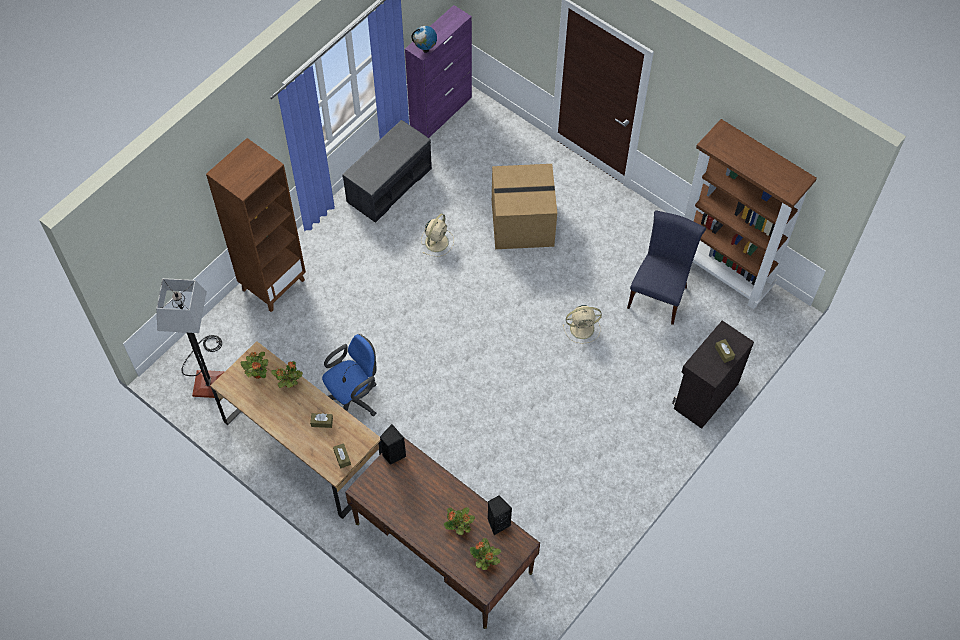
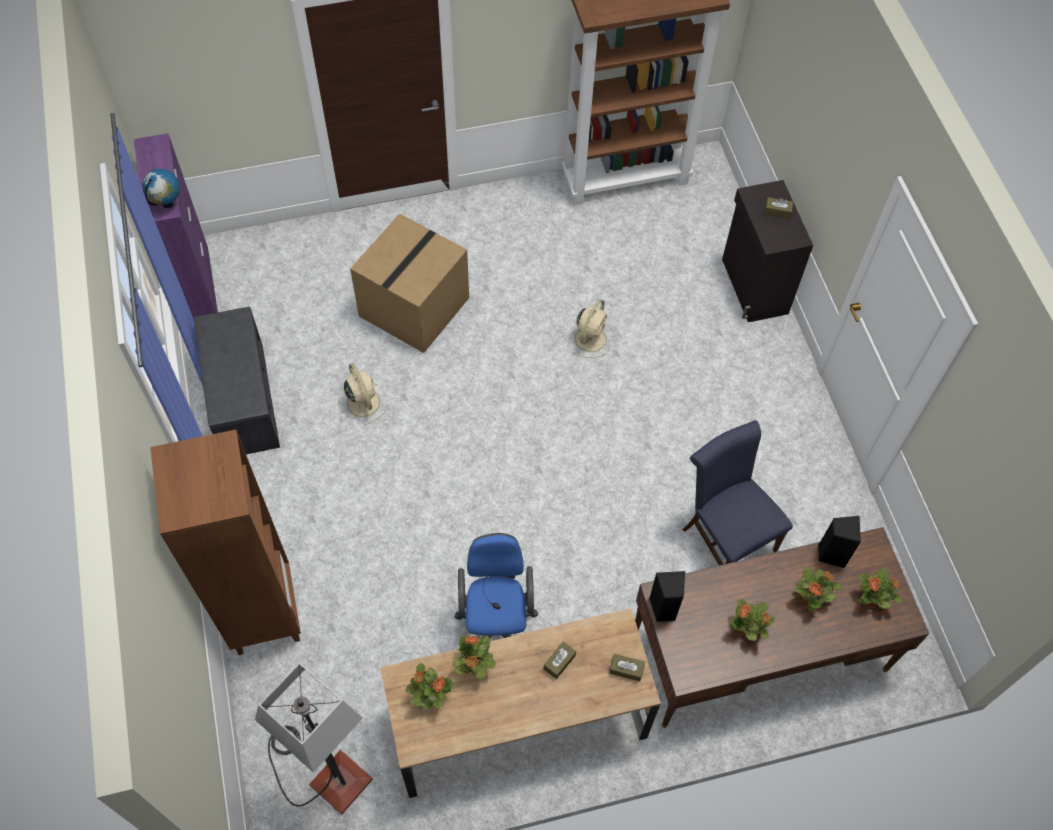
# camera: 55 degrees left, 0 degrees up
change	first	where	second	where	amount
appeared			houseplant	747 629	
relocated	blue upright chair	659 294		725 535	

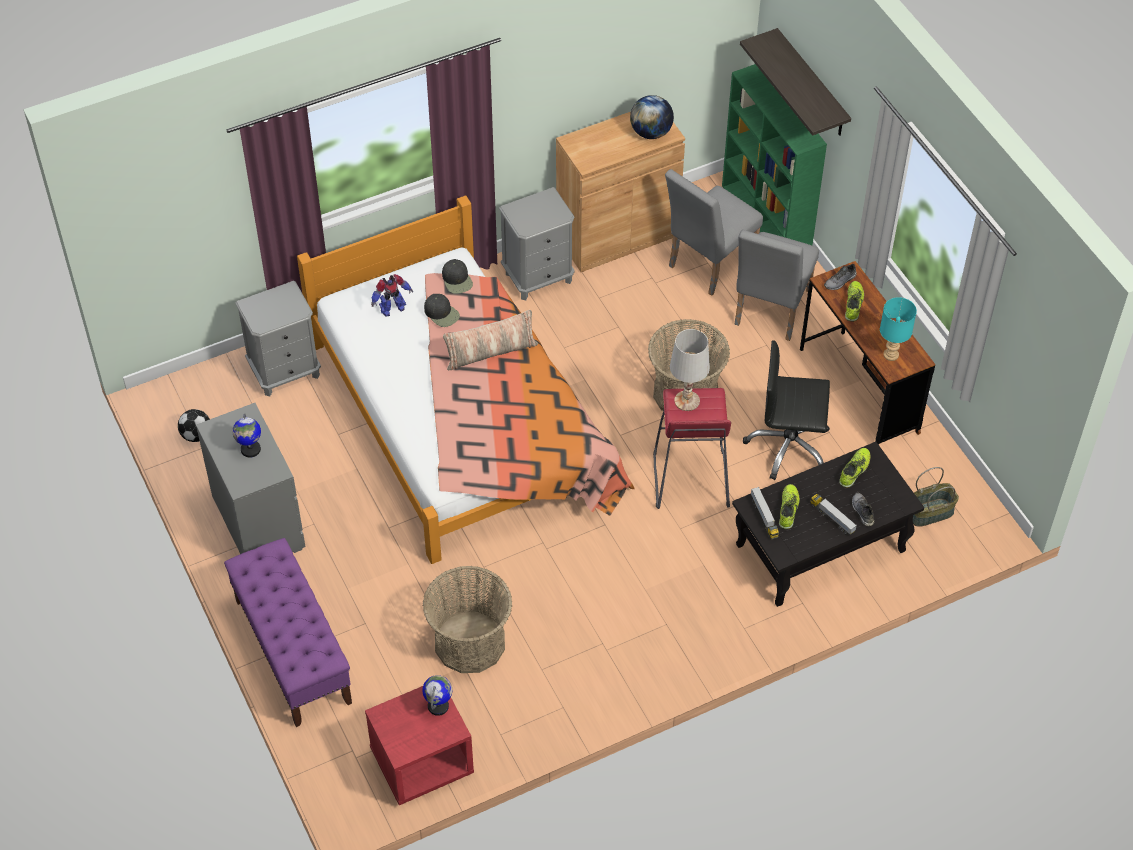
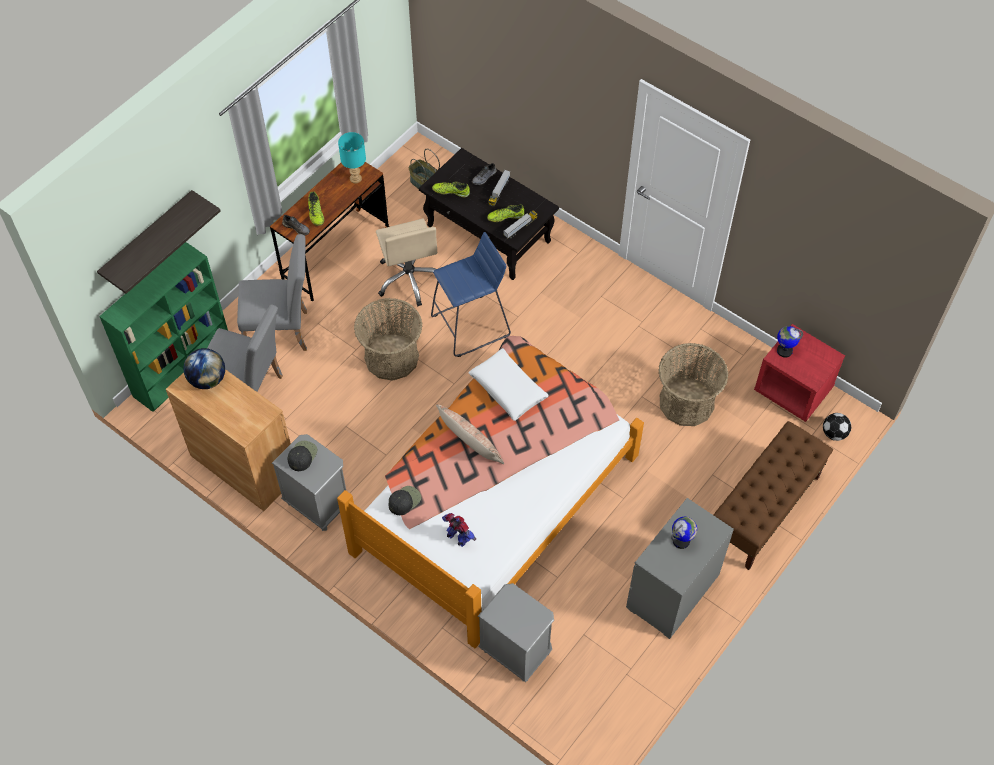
# camera: 115 degrees left, 5 degrees up
change	first	where	second	where	amount
missing	white tabletop lamp	687 401			
appeared			white throw pillow	508 389	
relocated	football	196 435		834 434	
relocated	black baseball cap	442 313		302 456	
colour	purple-coloured bench	292 651	brown-coloured bench	764 510	
colour	red stool	690 479	blue stool	471 326	
colour	black computer chair	788 446	beige-coloured computer chair	410 278	
spun	item of footwear	853 304		316 213	90 degrees counterclockwise

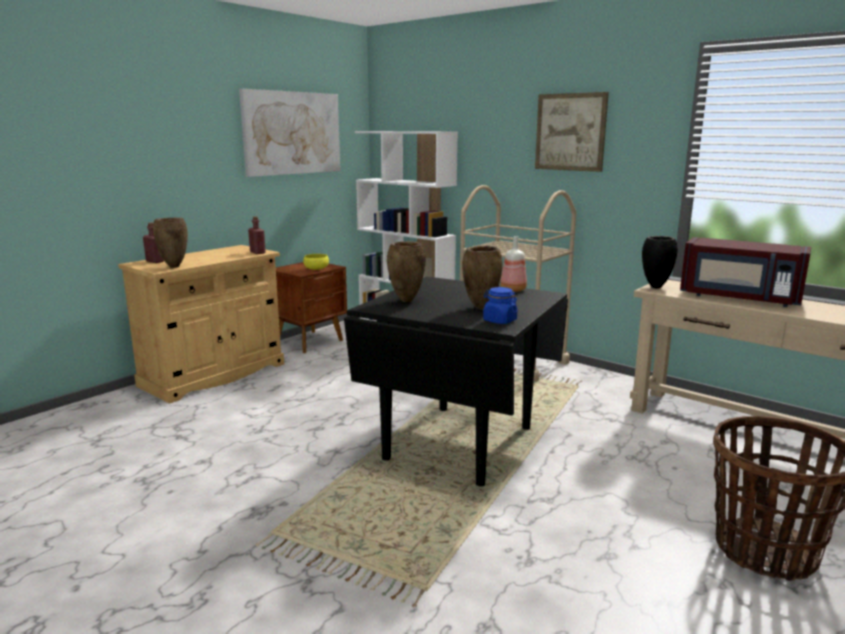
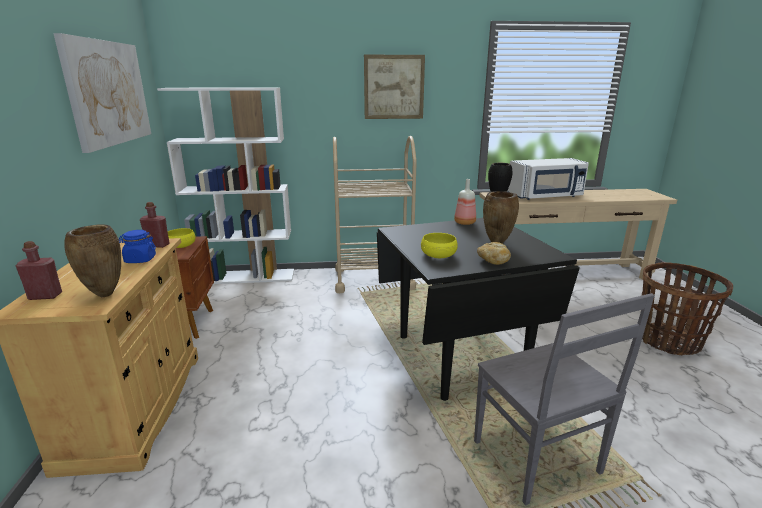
# camera: 45 degrees left, 5 degrees up
change	first	where	second	where	amount
appeared			gray upright chair	538 460	
appeared			bread	493 261	
relocated	blue storage jar	499 321		140 260	
exchanged	brown-coloured vase	405 301	yellow-coloured deep dish	438 255	
colour	red microwave oven	739 298	white microwave oven	546 196	

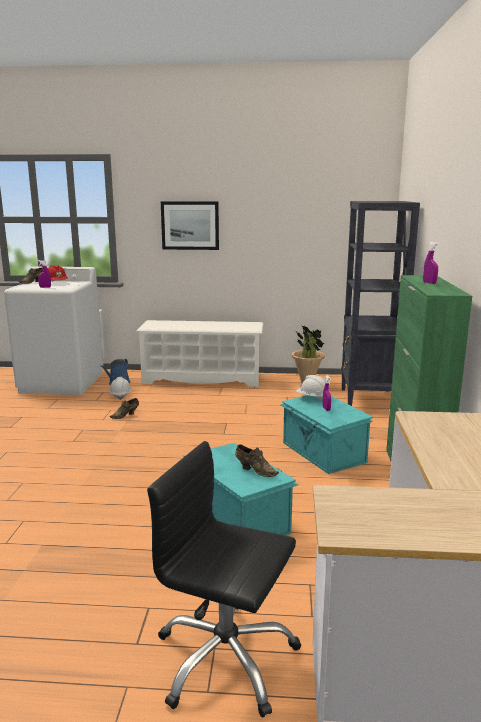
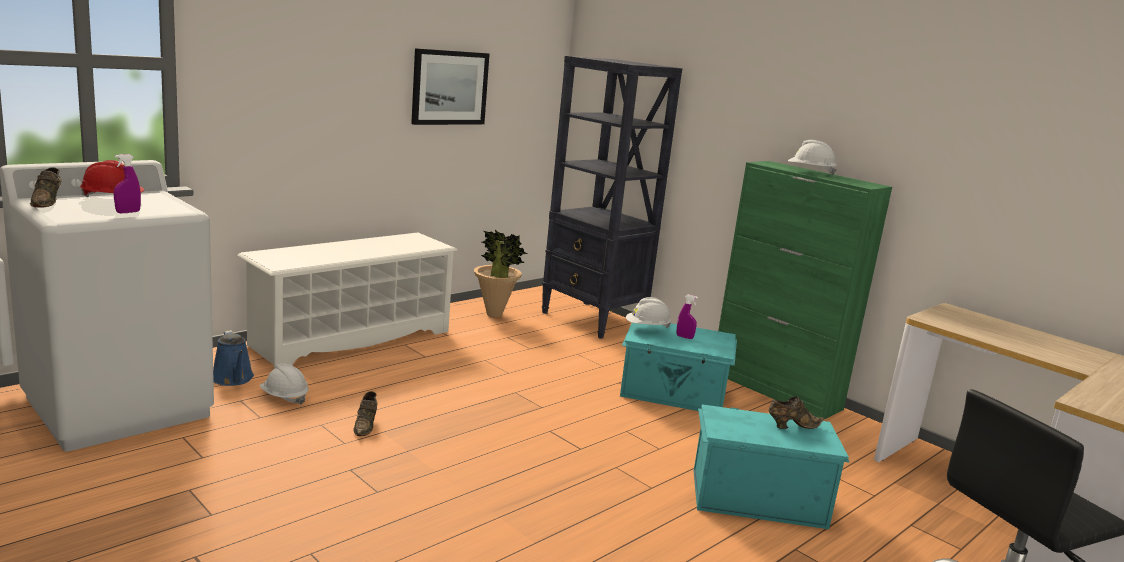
# camera: 50 degrees left, 0 degrees up
change	first	where	second	where	amount
relocated	wall picture	190 225		449 87	
exchanged	purple-coloured hand sprayer	429 283	white safety helmet	810 172	

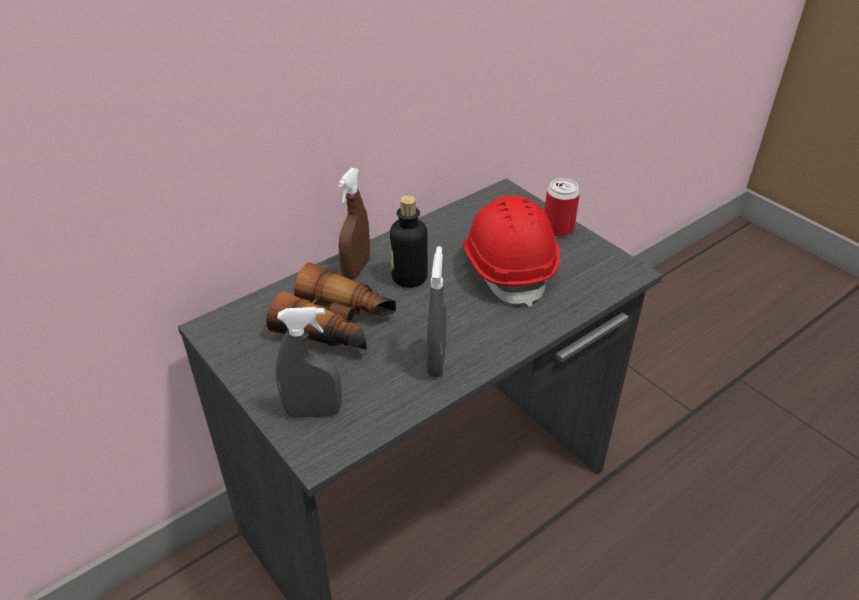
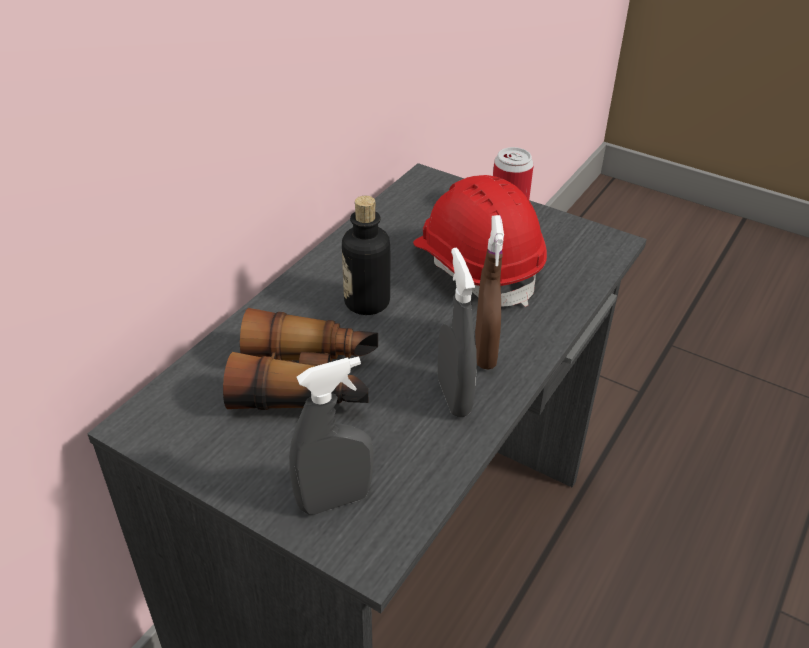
# camera: 20 degrees left, 0 degrees up
change	first	where	second	where	amount
relocated	brown-coloured hand sprayer	356 269		485 352	

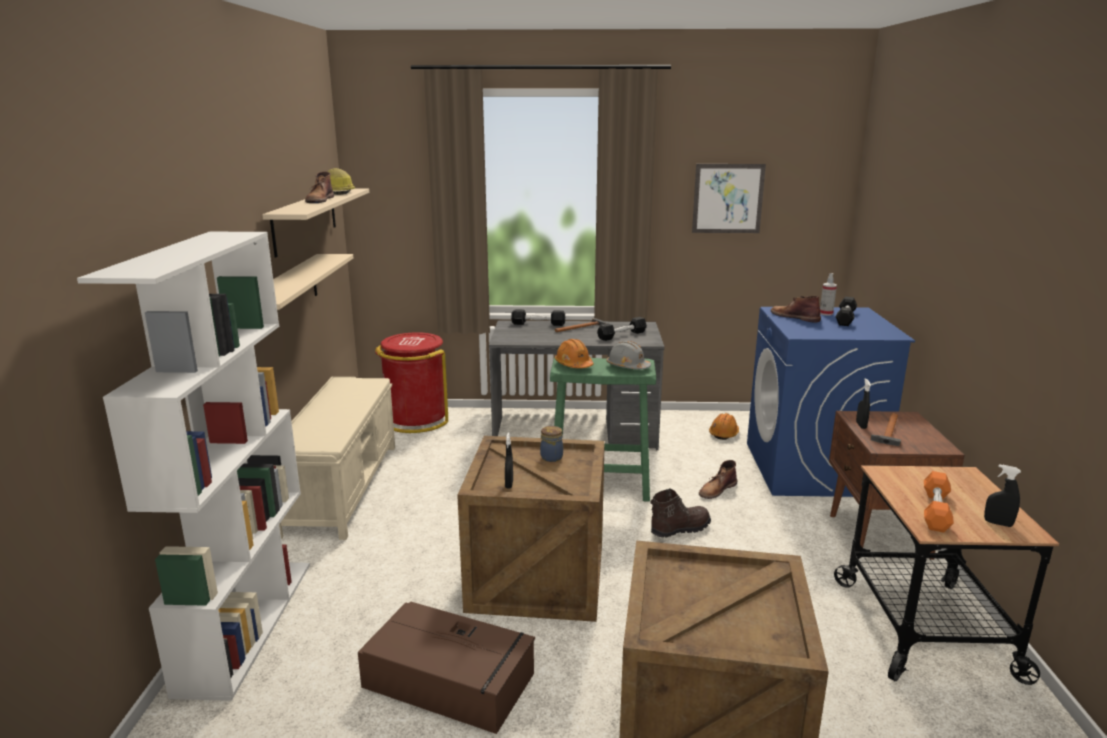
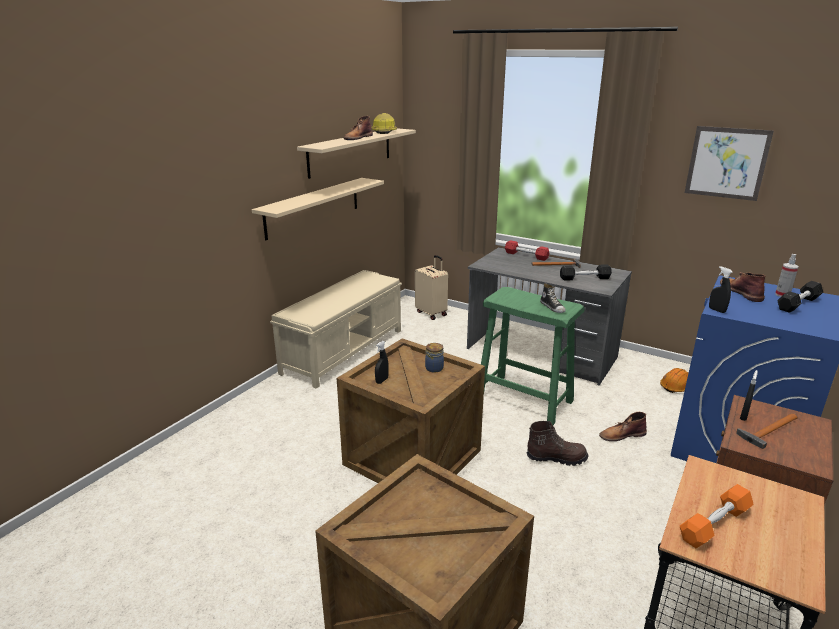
# camera: 30 degrees right, 5 degrees up
change	first	where	second	where	amount
missing	white bookshelf	247 623			
missing	brown-coloured storage box	451 681			
missing	orangey safety helmet	574 365			
relocated	black hand sprayer	998 523		716 310	
exchanged	red trash can	415 419	beige-coloured suitcase	432 313	
exchanged	gray safety helmet	627 367	item of footwear	552 307	
colour	black free weight	538 324	red free weight	526 256	

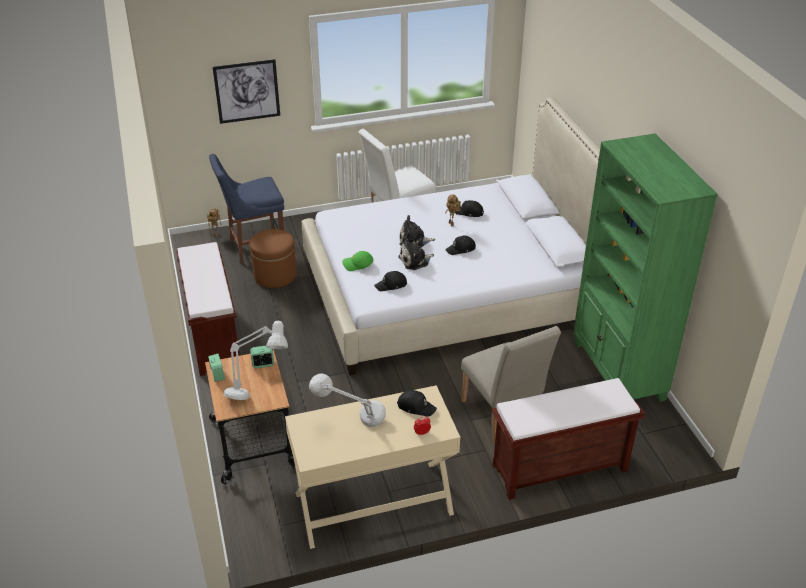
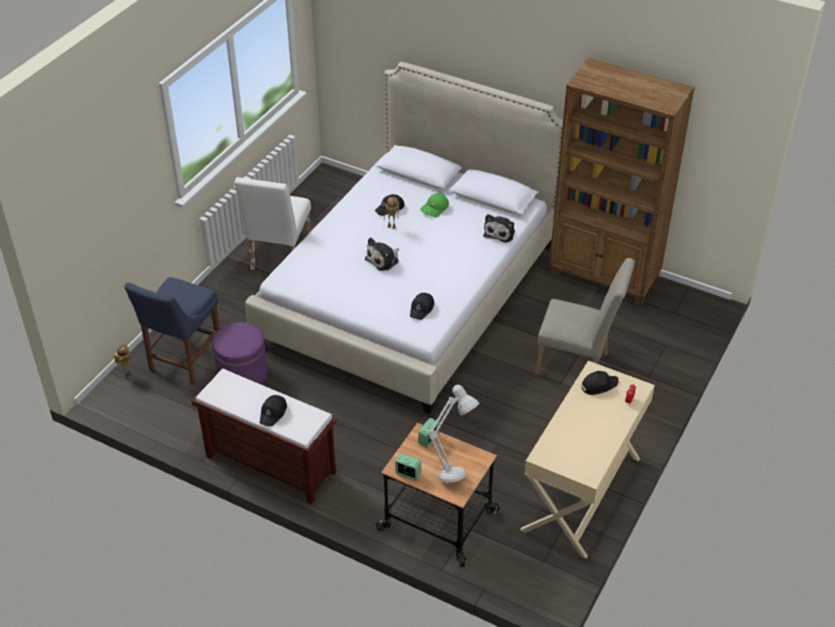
# camera: 45 degrees left, 5 degrees up
change	first	where	second	where	amount
missing	wall picture	247 91			
missing	gray tabletop lamp	350 427			
missing	brown-coloured bench	558 469			
relocated	greenish baseball cap	357 265		434 209	
relocated	soft toy	415 261		500 232	
relocated	black baseball cap	461 249		273 413	
colour	brown-coloured ottoman	275 275	purple-coloured ottoman	242 374	
colour	greenish bookshelf	618 371	brown-coloured bookshelf	604 277	

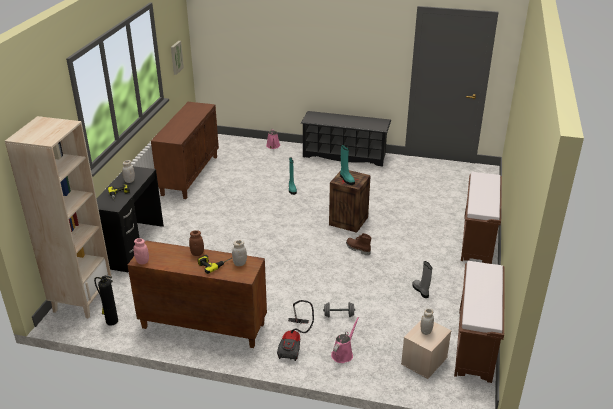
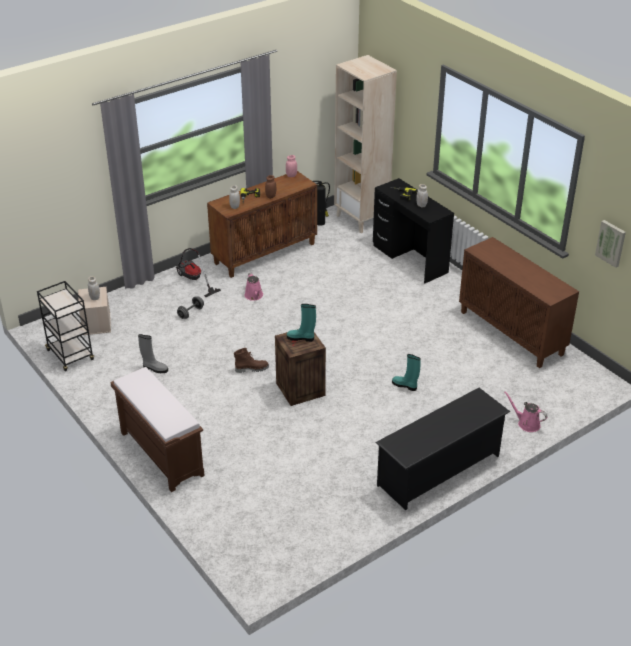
# camera: 130 degrees right, 5 degrees up
change	first	where	second	where	amount
relocated	pink watering can	343 353		254 296	
exchanged	brown-coloured bench	475 345	black wheeled cart	70 355	

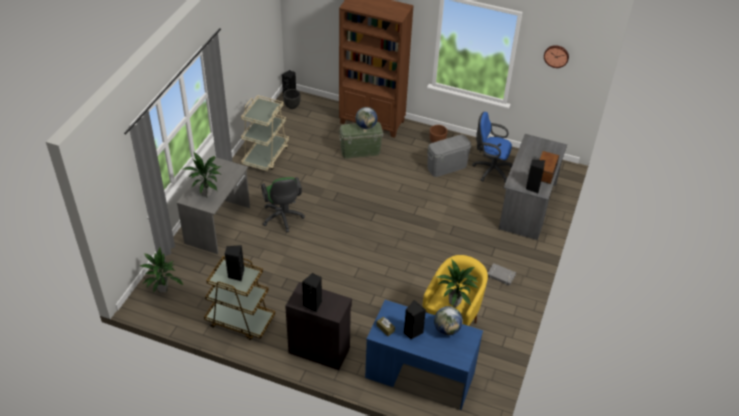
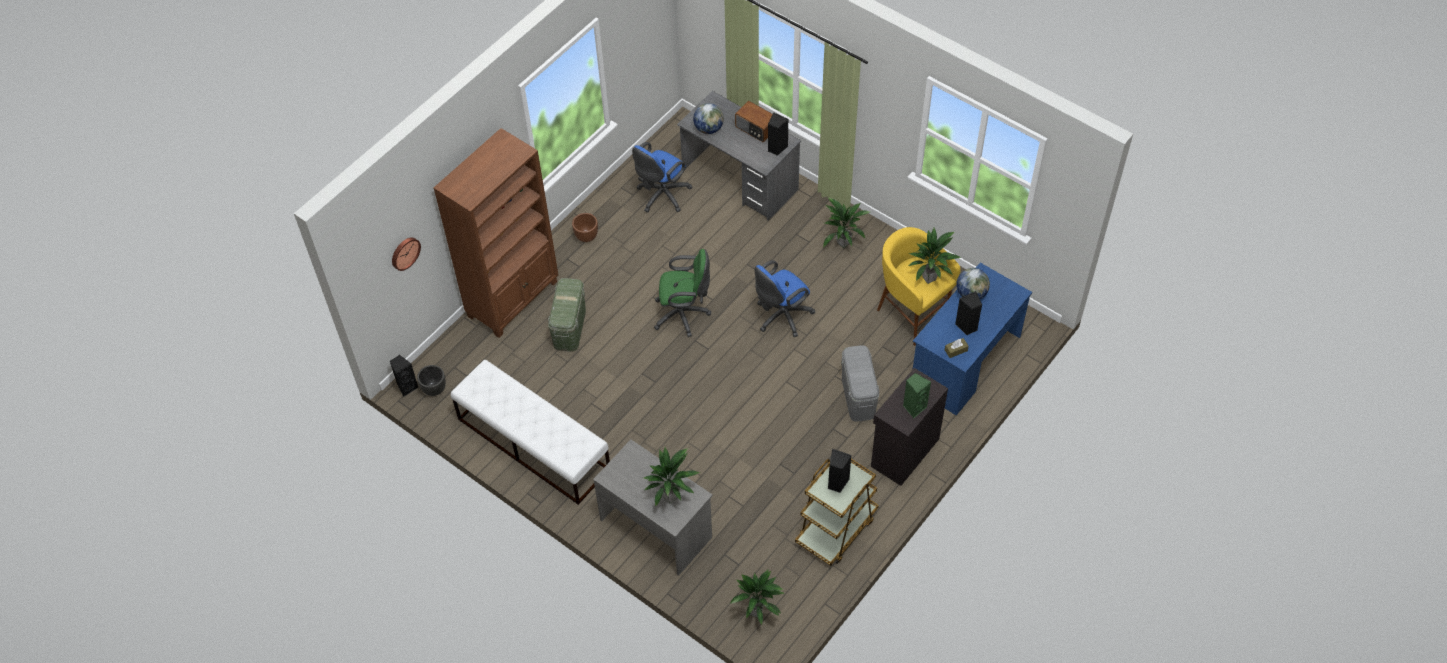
# camera: 70 degrees left, 10 degrees up
change	first	where	second	where	amount
appeared			blue computer chair	781 317	
relocated	greenish computer chair	283 219		684 314	
relocated	world globe	366 126		708 128	
relocated	gray storage box	447 167		858 396	
relocated	clock on the wall	556 56		404 253	
exchanged	beige-coloured wheeled cart	266 155	white bench	533 444	
exchanged	gray volume	501 276	houseplant	843 242	
colour	black loudspeaker	313 304	greenish loudspeaker	914 407	

